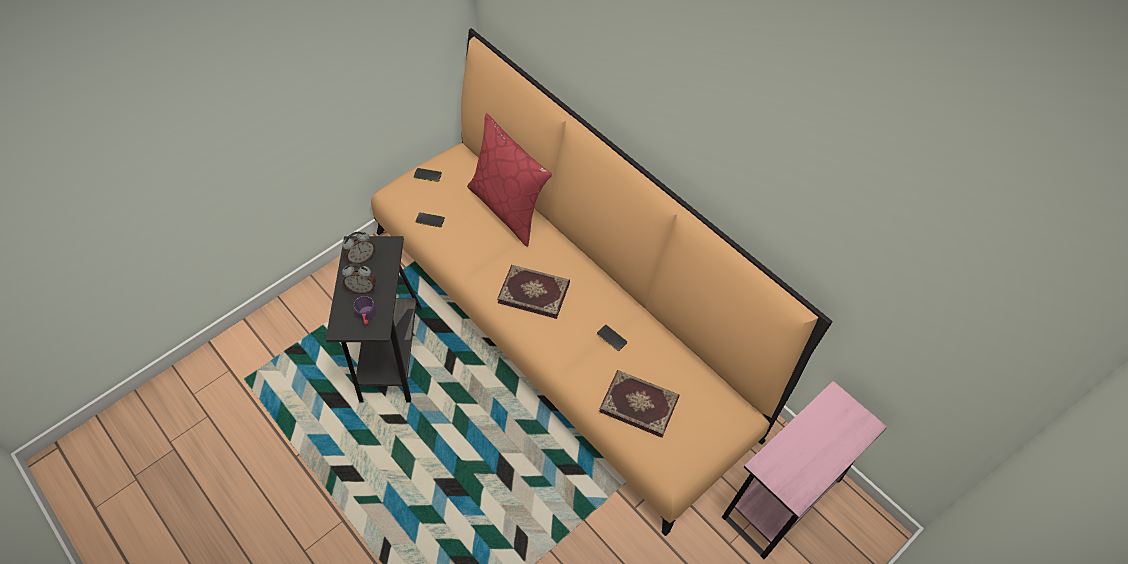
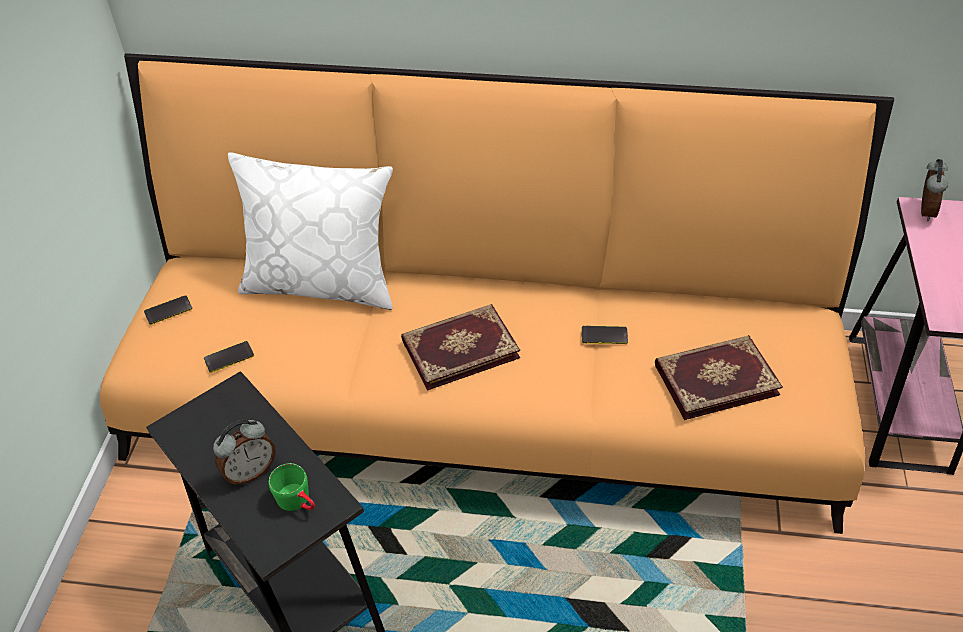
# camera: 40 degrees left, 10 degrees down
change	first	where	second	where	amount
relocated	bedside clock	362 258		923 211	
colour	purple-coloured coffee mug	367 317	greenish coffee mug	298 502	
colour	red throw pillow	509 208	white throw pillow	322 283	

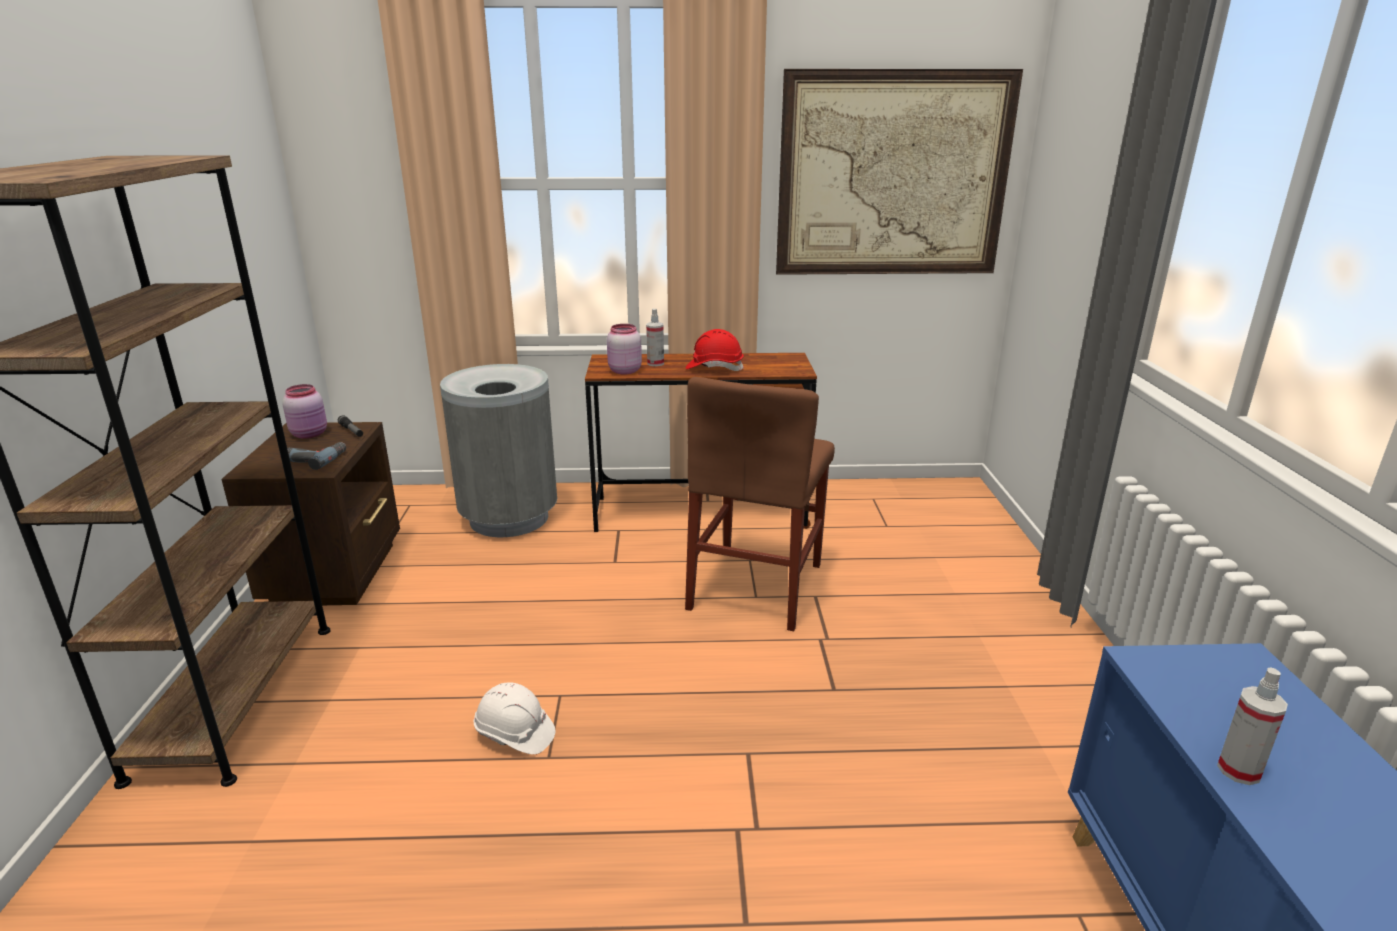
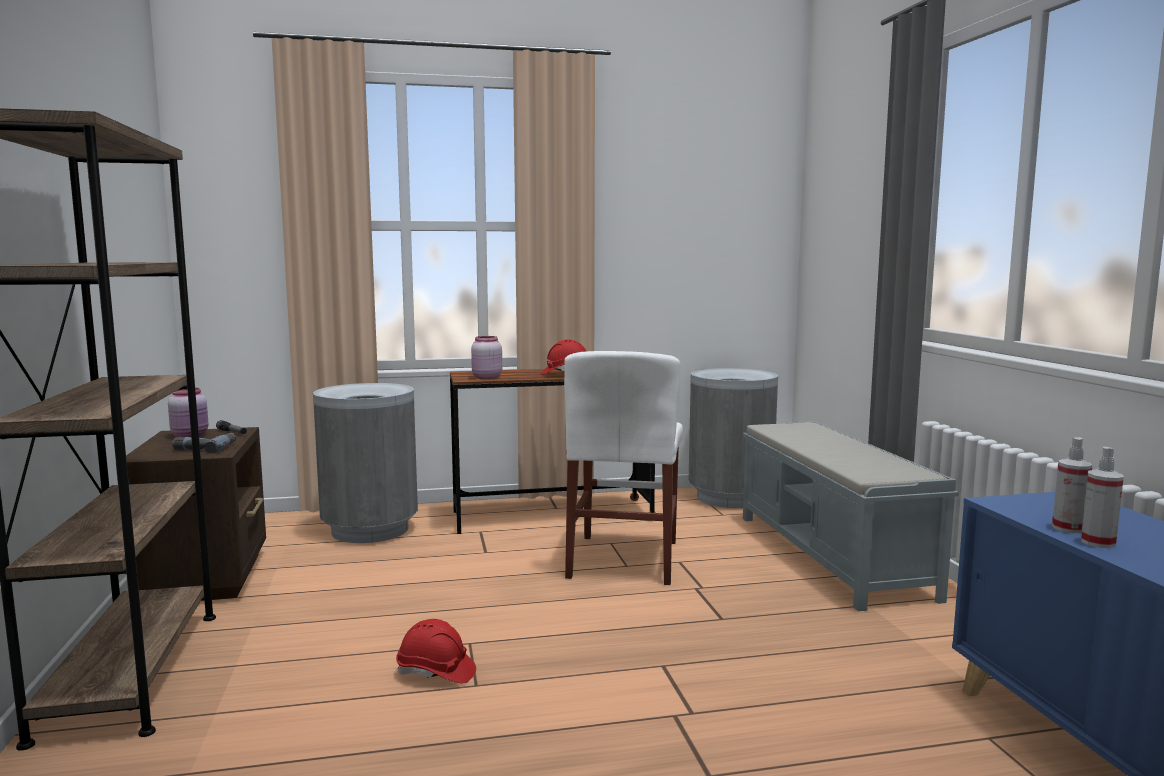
# camera: 10 degrees left, 15 degrees down
change	first	where	second	where	amount
missing	wall picture	893 175			
appeared			gray trash can	730 497	
appeared			gray bench	831 556	
relocated	hand sprayer	655 363		1068 528	
colour	white safety helmet	514 734	red safety helmet	436 672	
colour	brown-coloured upright chair	756 586	white upright chair	624 559	

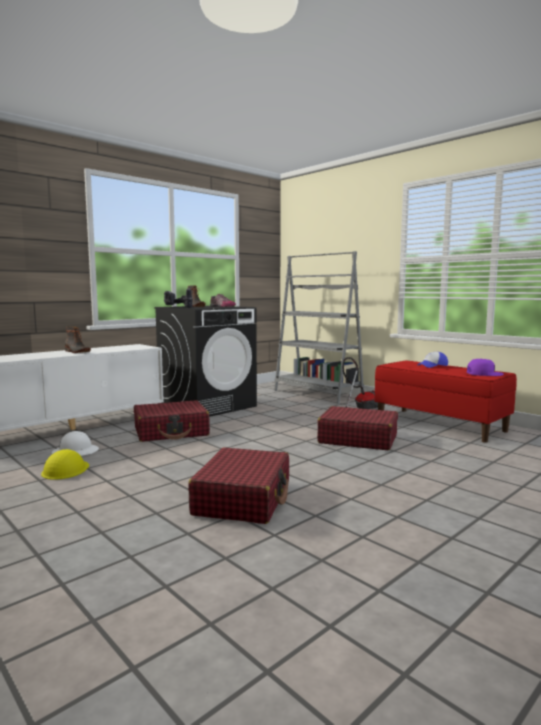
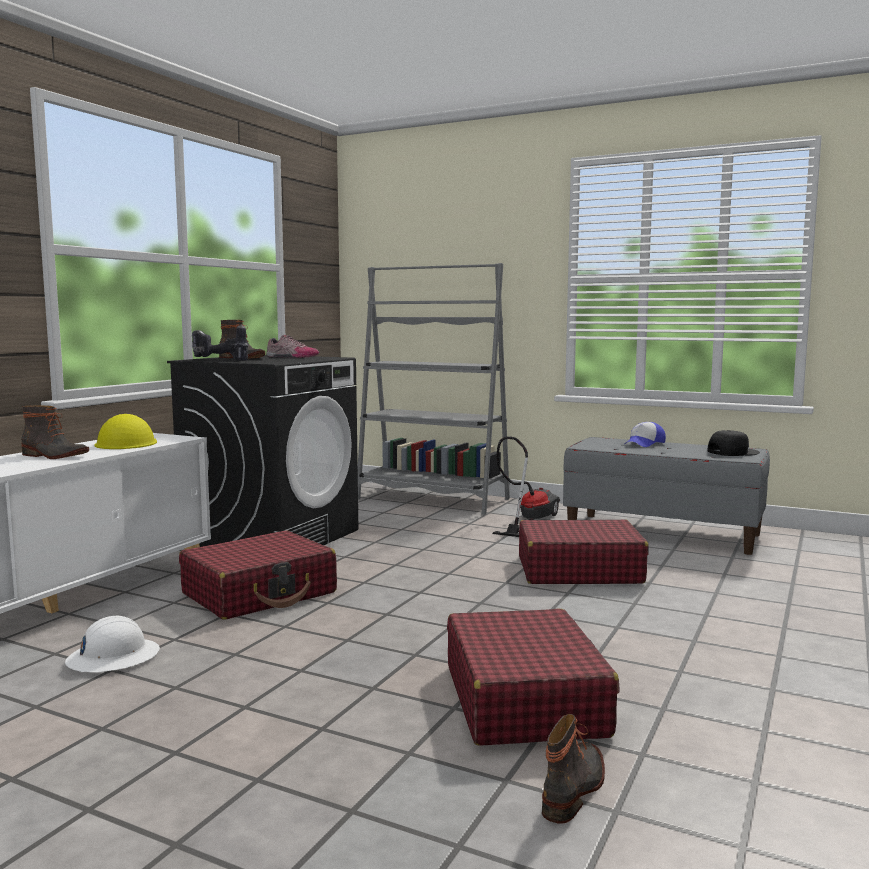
# camera: 20 degrees left, 0 degrees up
change	first	where	second	where	amount
appeared			boot	574 789	
relocated	yellow-coloured safety helmet	65 470		126 443	
colour	red bench	440 424	gray bench	663 533	
colour	purple-coloured baseball cap	484 373	black baseball cap	732 452	

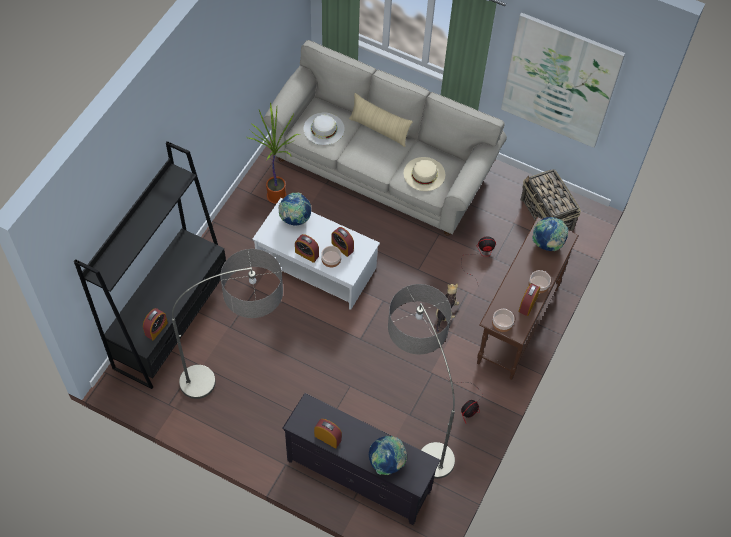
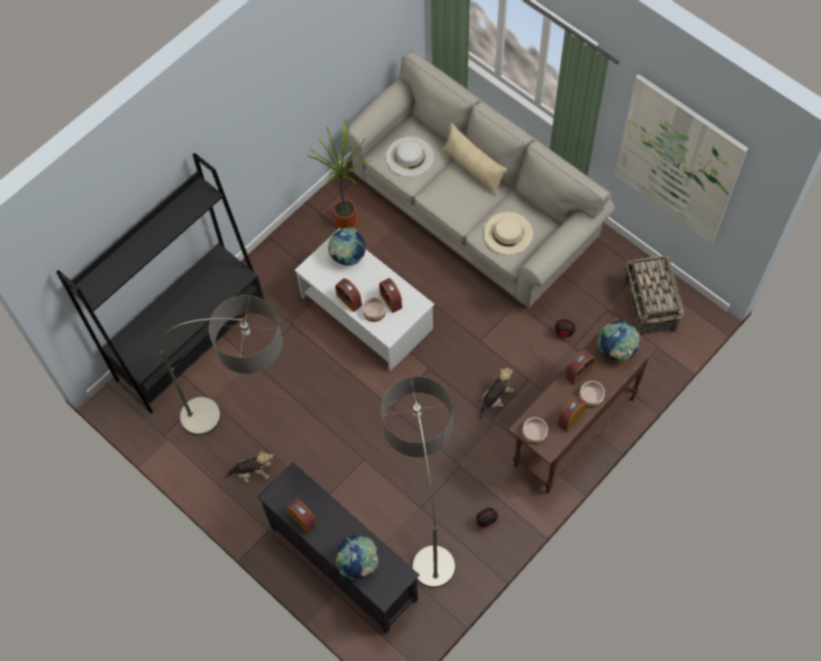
# camera: 20 degrees right, 5 degrees up
change	first	where	second	where	amount
appeared			soft toy	252 472	
relocated	bedside clock	156 329		578 372	

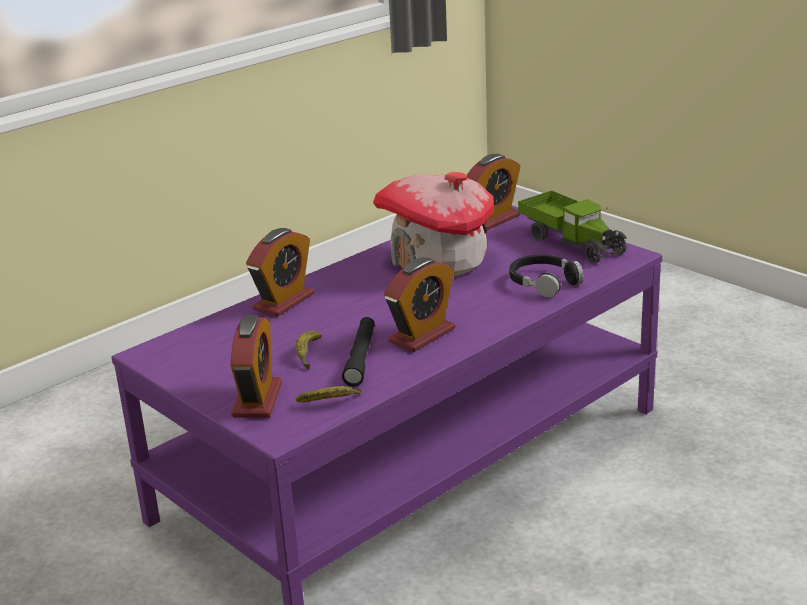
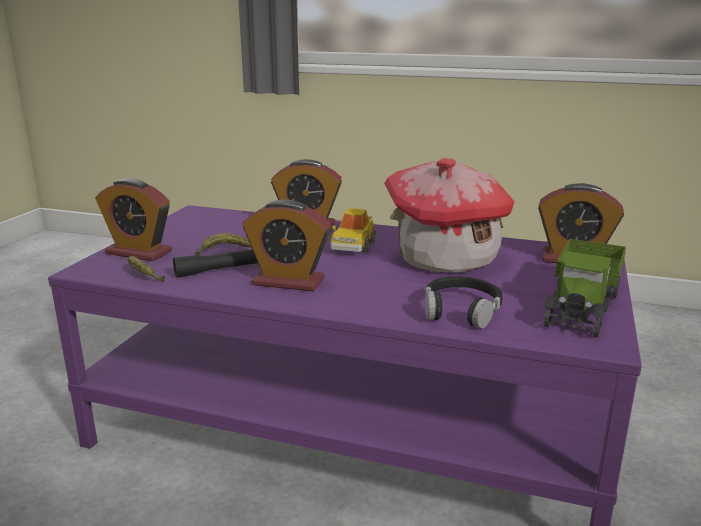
# camera: 60 degrees right, 5 degrees down
change	first	where	second	where	amount
appeared			miniature car	353 246	
spun	bedside clock	257 400		139 252	45 degrees clockwise

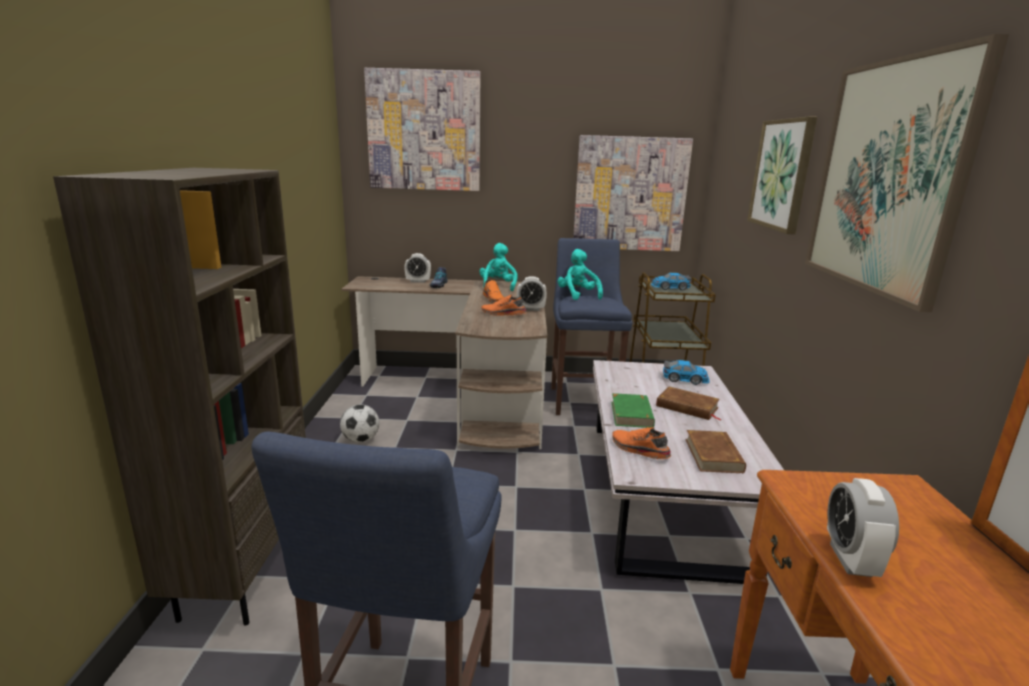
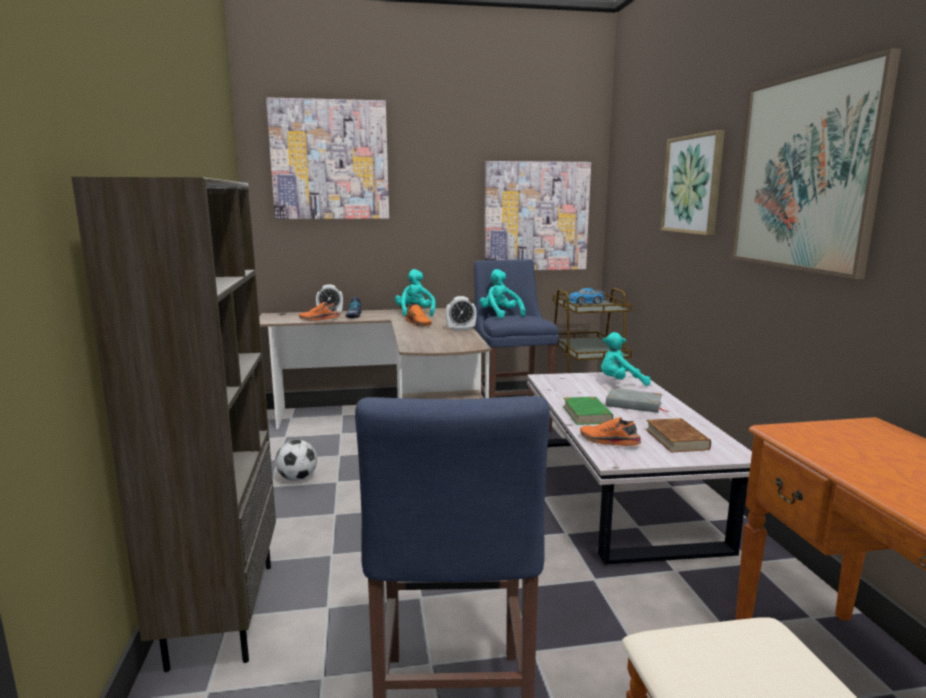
# camera: 10 degrees left, 5 degrees down
change	first	where	second	where	amount
missing	bedside clock	850 559			
relocated	orangey item of footwear	503 314		319 320	
exchanged	miniature car	685 379	blue-green soft toy	620 383	
colour	brown-coloured volume	687 407	gray volume	634 404	

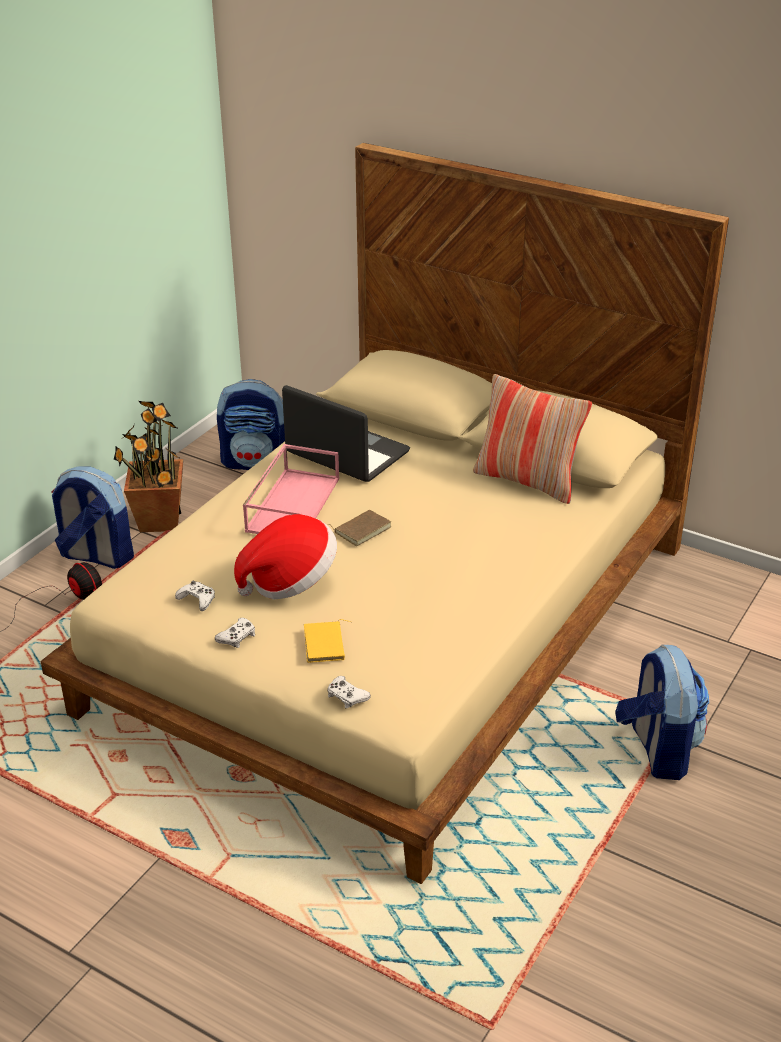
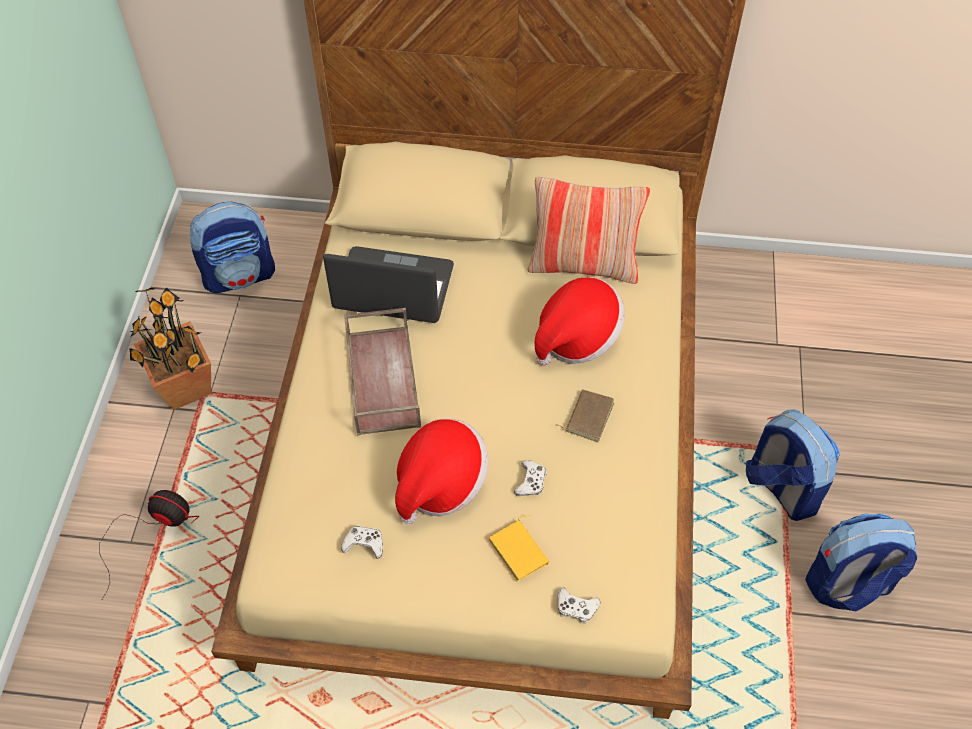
# camera: 25 degrees left, 20 degrees up
change	first	where	second	where	amount
appeared			hat	576 337	
relocated	backpack	96 556		847 584	
relocated	white game controller	237 637		531 482	
relocated	brown-coloured volume	361 529		588 416	
colour	pink tray	292 503	brown-coloured tray	381 378	

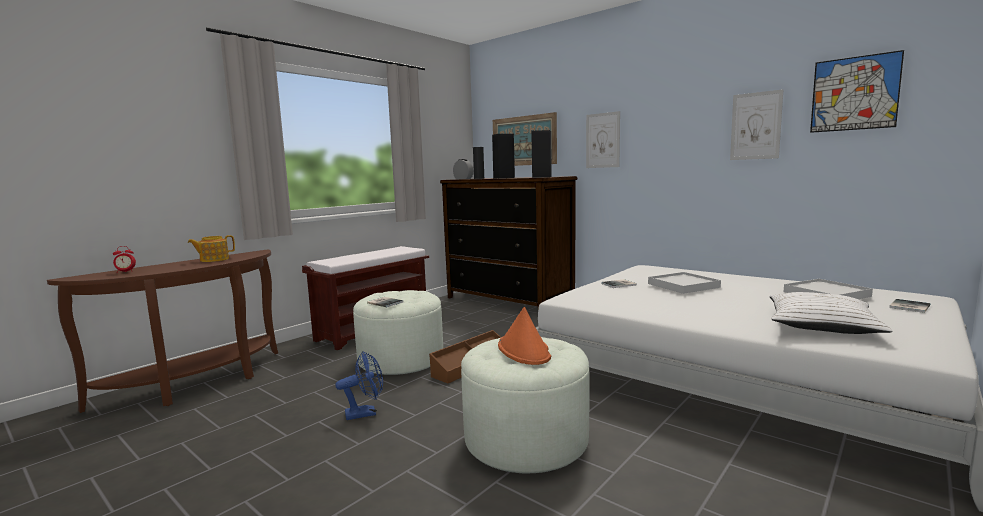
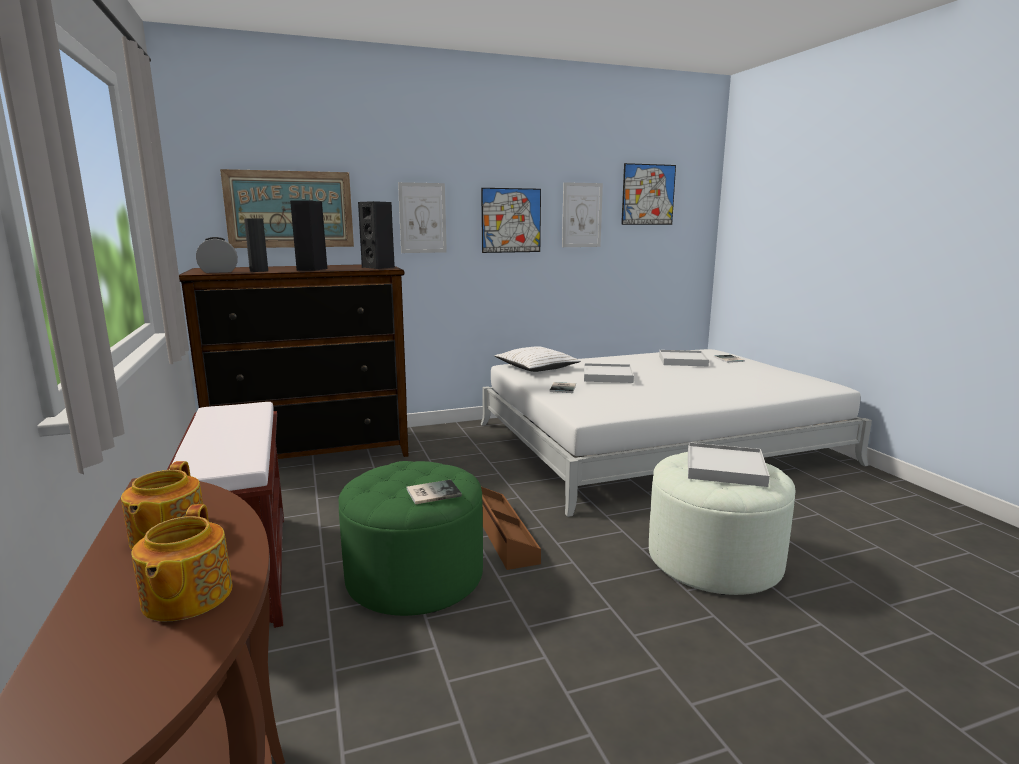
# camera: 60 degrees left, 5 degrees up
change	first	where	second	where	amount
missing	bedside clock	125 272			
missing	blue fan	366 413			
appeared			pot for tea	185 597	
appeared			wall picture	511 220	
relocated	white throw pillow	821 325		536 367	
exchanged	orangey hat	524 350	white tray	725 468	
colour	white ottoman	401 359	greenish ottoman	415 576	

